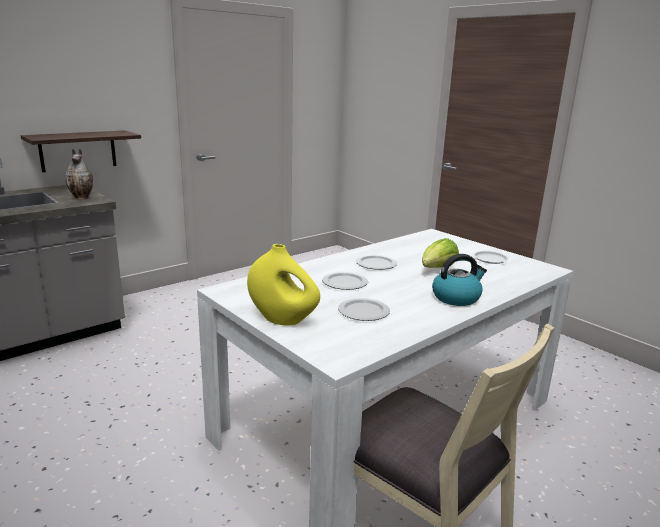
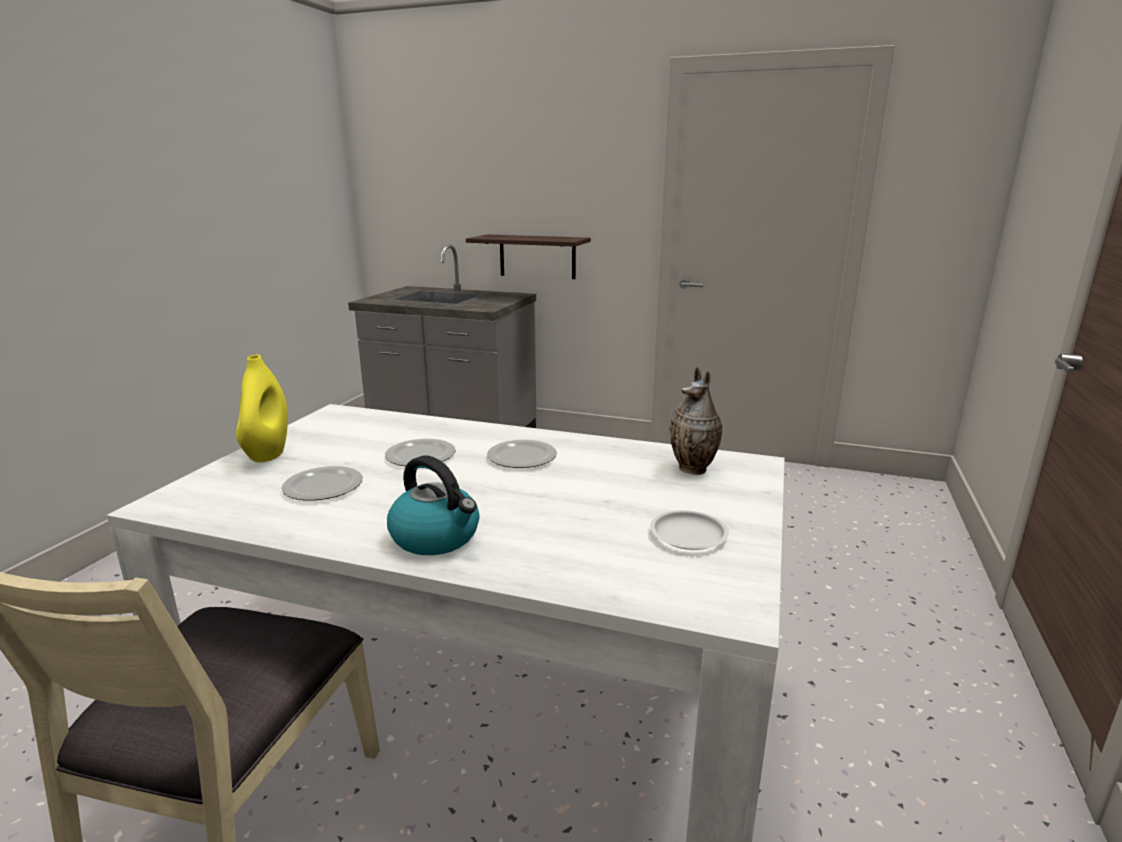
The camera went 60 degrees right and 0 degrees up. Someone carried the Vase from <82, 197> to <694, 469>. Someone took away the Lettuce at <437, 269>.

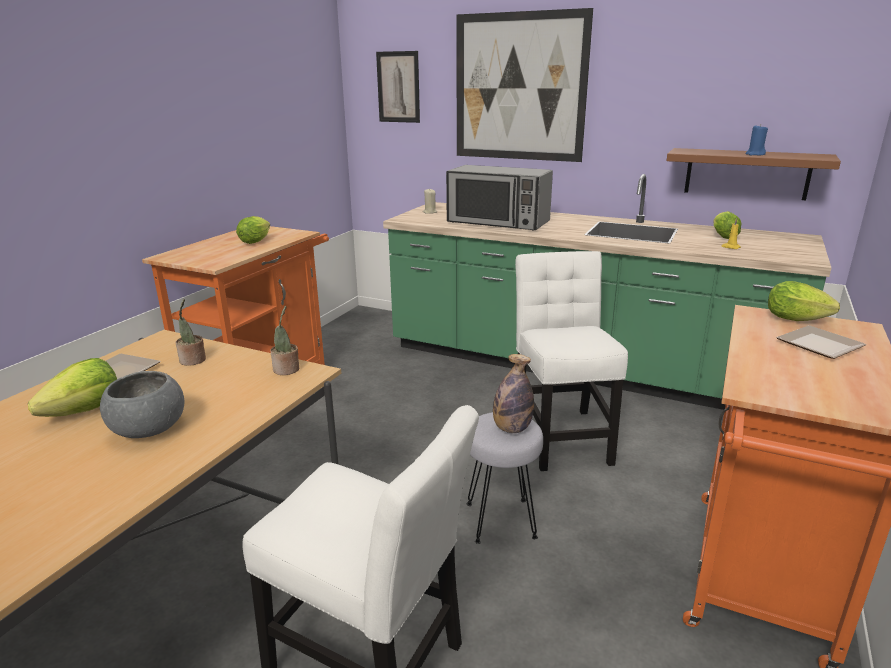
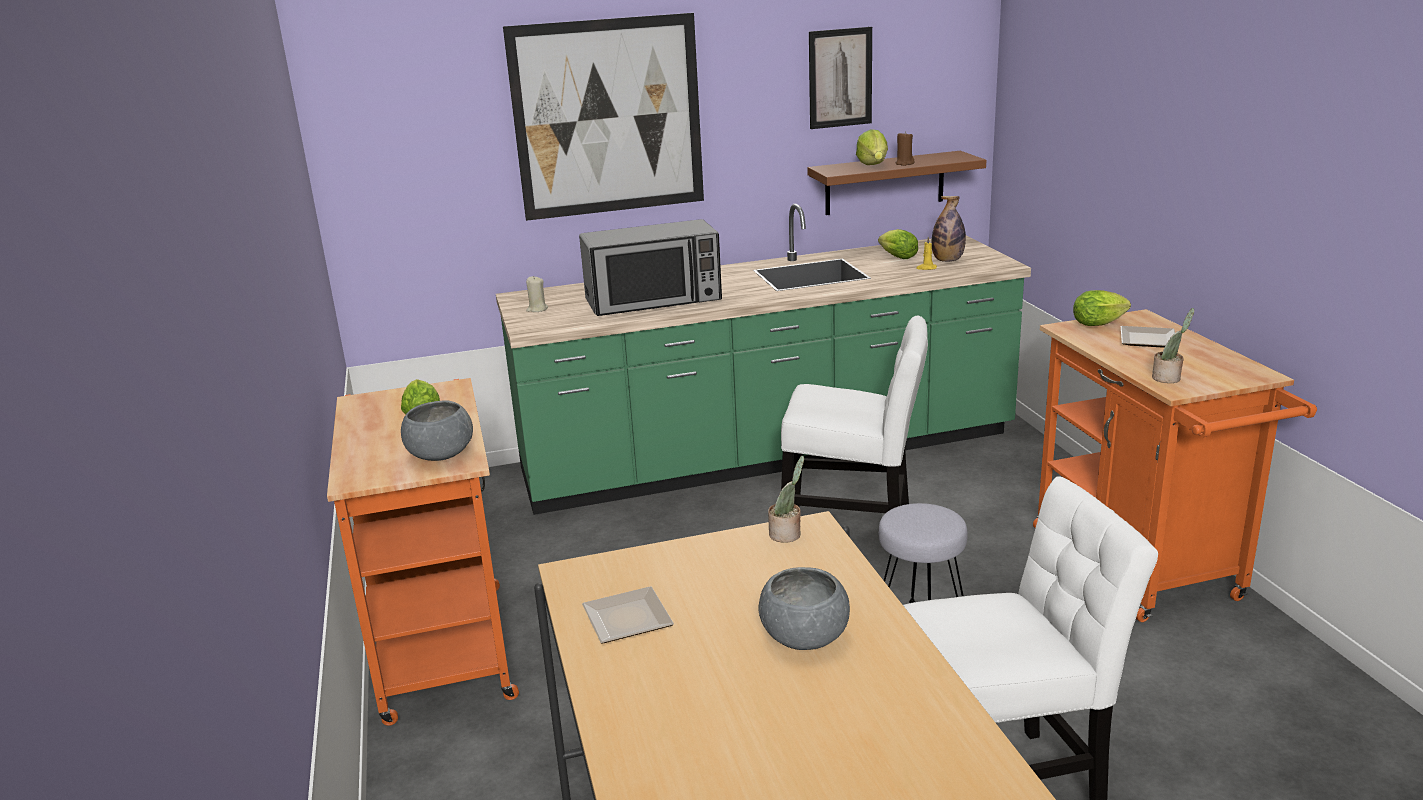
The camera went 40 degrees left and 0 degrees up. Someone carried the Lettuce from <85, 411> to <873, 165>. Someone carried the PottedPlant from <193, 361> to <1168, 378>. Someone carried the Picture from <398, 87> to <840, 78>. Someone carried the Bottle from <512, 429> to <947, 260>. Someone rotated the WhiteChair at <561, 435> by 150 degrees clockwise. Someone repainted the BlueCandle at <755, 154>, which became the BrownCandle at <904, 163>. Someone put down the GreyBowl at <440, 454>.

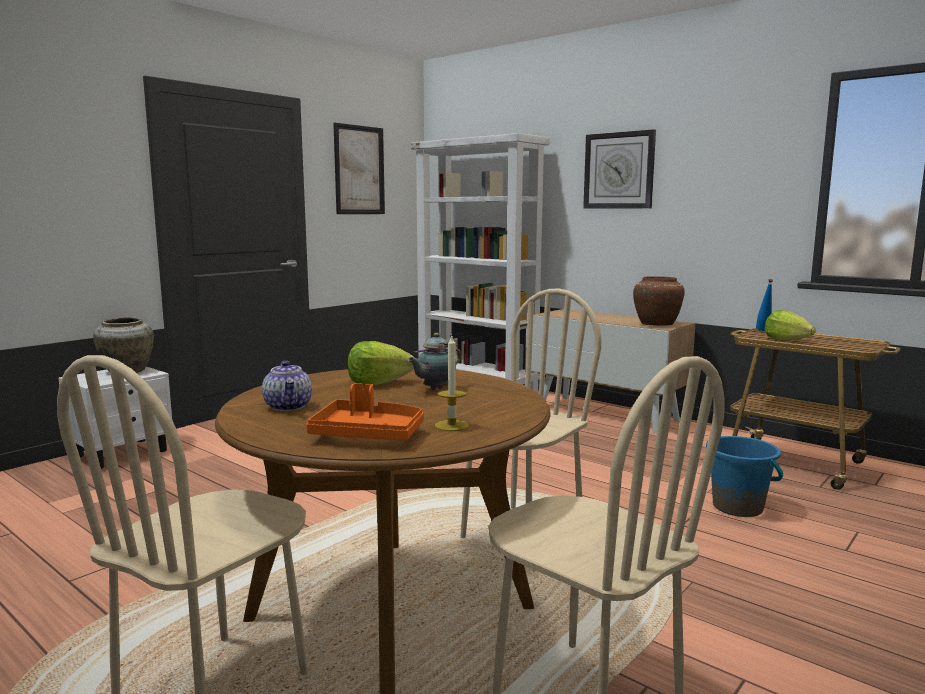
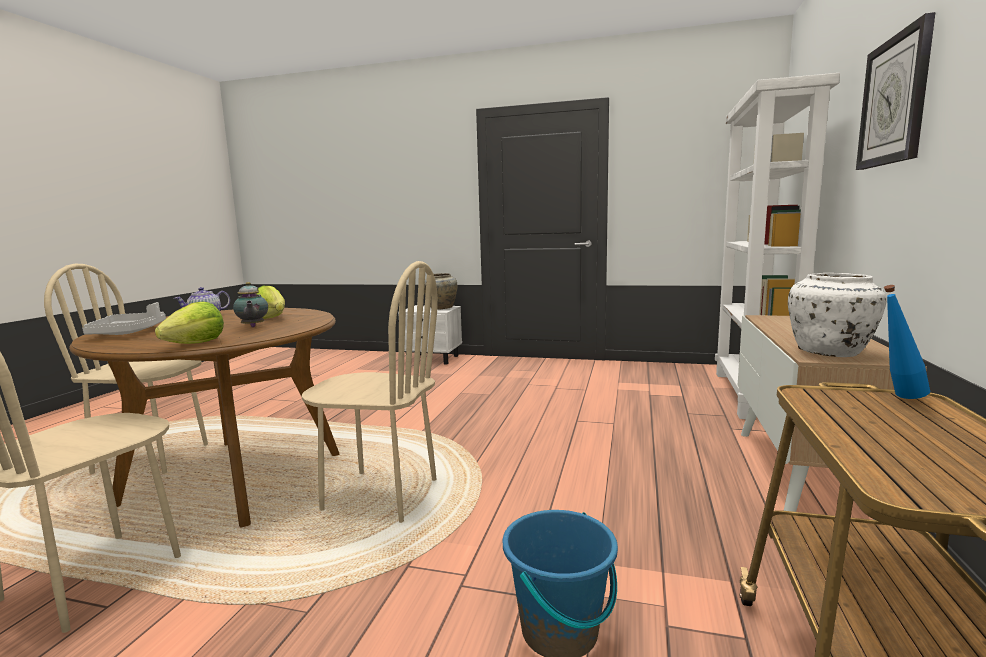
The camera went 65 degrees right and 0 degrees up. Someone repainted the OrangeTray at <368, 434>, which became the GreyTray at <129, 332>. Someone took away the Picture at <359, 170>. Someone rotated the Teapot at <434, 389> by 135 degrees counterclockwise. Someone took away the Candle at <451, 425>. Someone repainted the BrownVase at <657, 324>, which became the WhiteVase at <830, 353>. Someone carried the Lettuce from <786, 340> to <196, 344>.

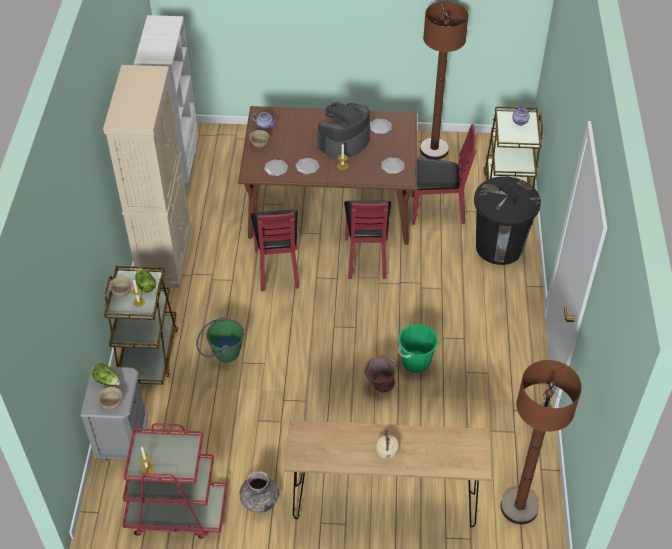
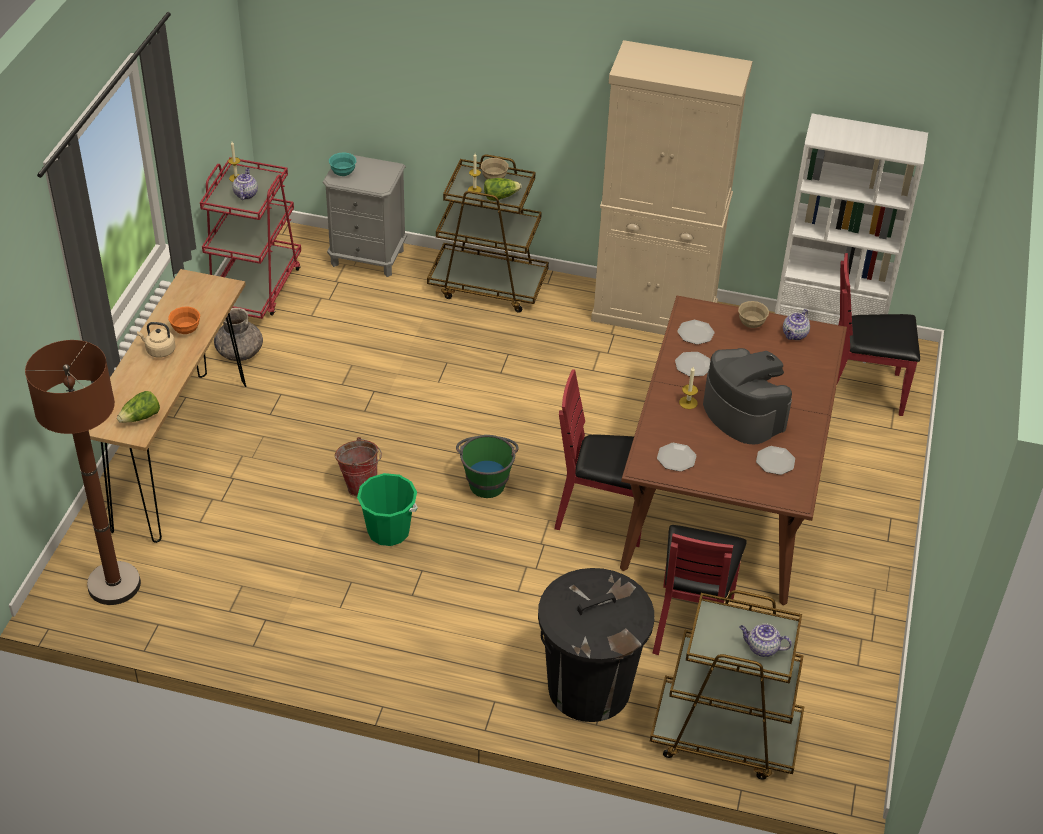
The camera went 100 degrees right and 5 degrees down. Someone carried the Lettuce from <107, 380> to <141, 417>. Someone repainted the BeigeBowl at <112, 404>, which became the TurquoiseBowl at <343, 173>. Someone carried the GreenBucket from <221, 354> to <486, 479>. Someone carried the RedChair from <278, 268> to <862, 391>. Someone took away the BrownFloorLamp at <434, 150>. Someone put down the OrangeBowl at <186, 330>. Someone put down the Teapot at <245, 194>.

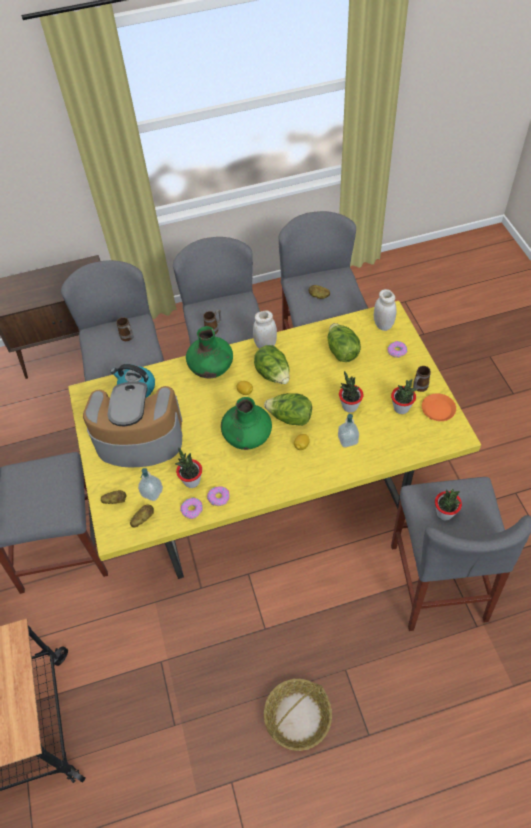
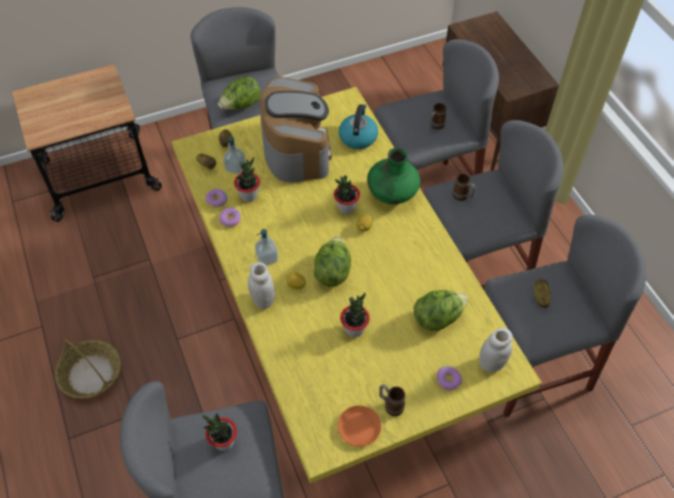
The camera went 80 degrees right and 0 degrees up. Someone took away the GreenVase at <247, 437>. Someone carried the WhiteJar from <265, 345> to <263, 300>. Someone carried the Lettuce from <273, 375> to <241, 106>. Someone carried the SoapDispenser from <348, 440> to <267, 258>. Someone carried the PottedPlant from <401, 408> to <346, 208>.

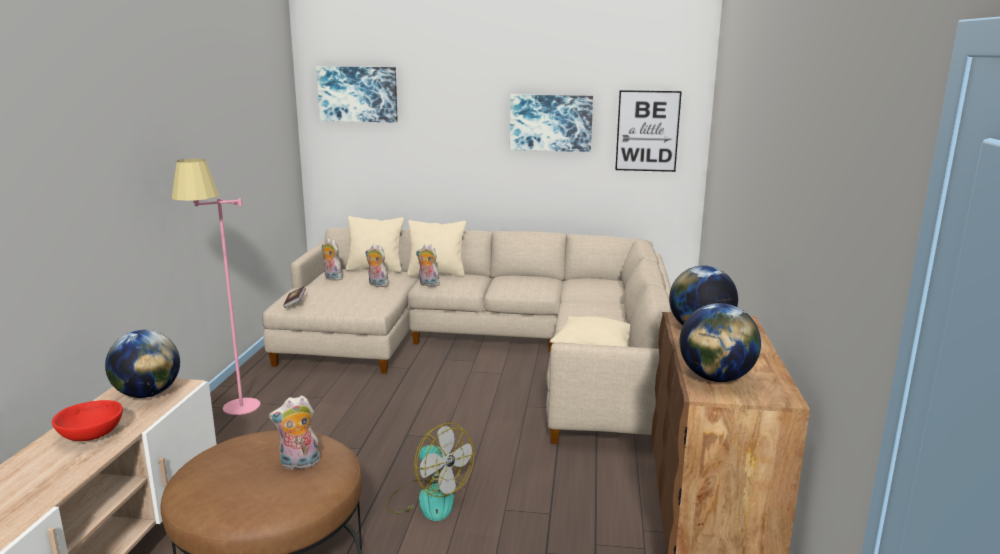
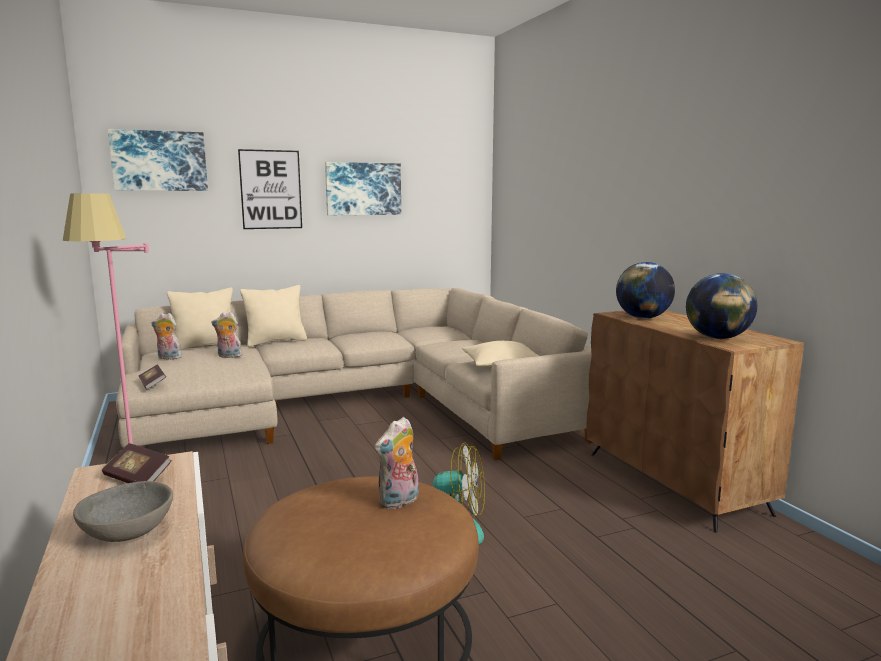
The camera went 30 degrees left and 5 degrees down. Someone repainted the RedBowl at <92, 434>, which became the GreyBowl at <127, 532>. Someone swapped the Globe at <148, 394> for the Book at <138, 478>. Someone took away the PlushToy at <428, 284>. Someone carried the Picture from <647, 131> to <271, 189>.

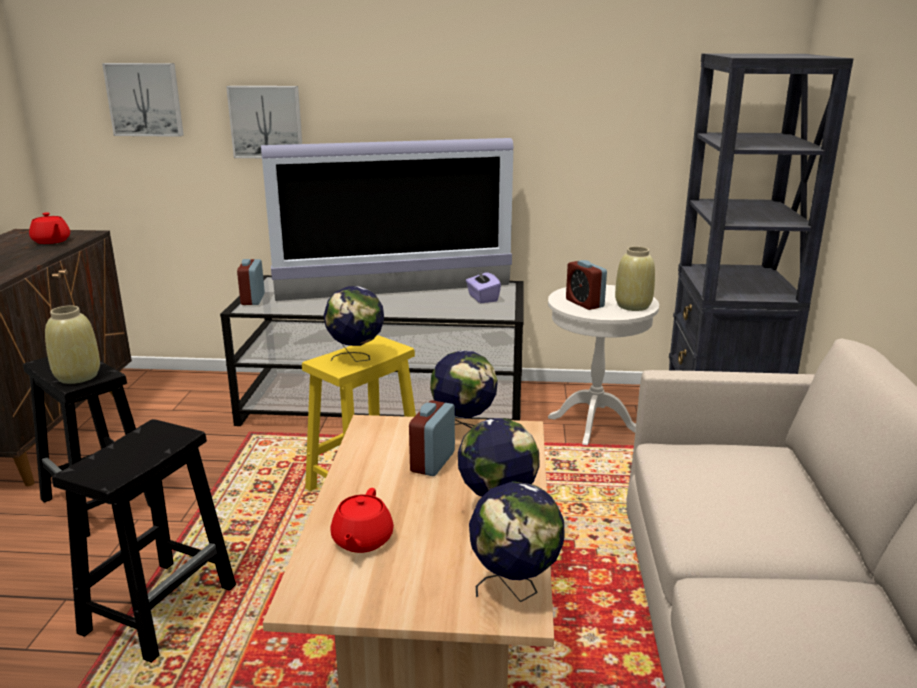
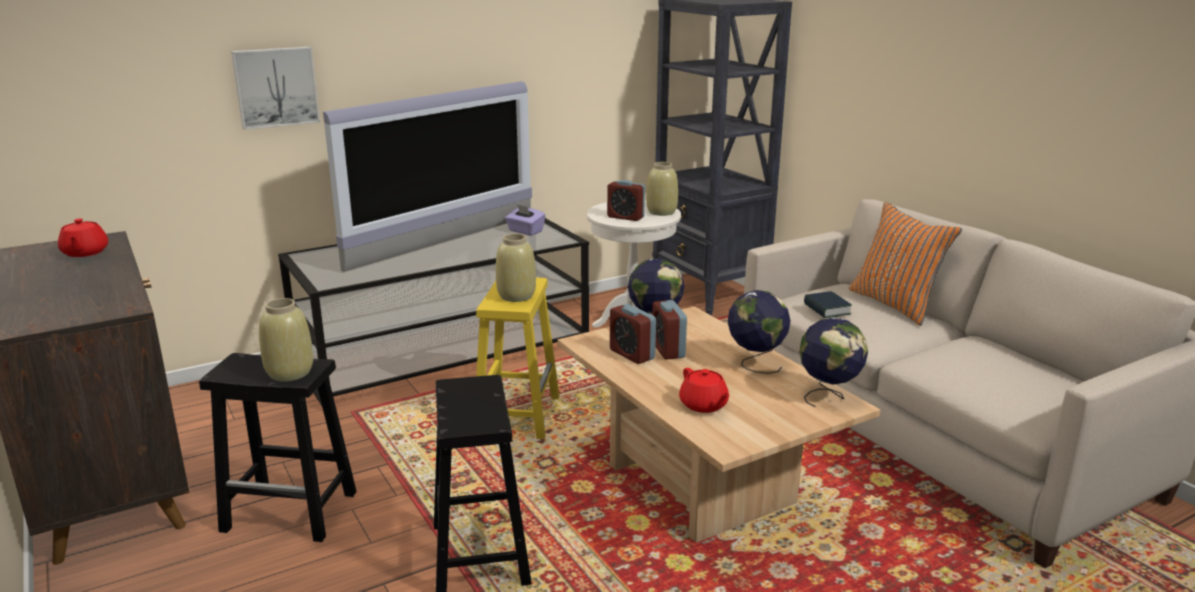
The camera went 35 degrees left and 0 degrees up. Someone rotated the RedTeapot at <51, 241> by 60 degrees clockwise. Someone took away the Picture at <145, 99>. Someone carried the AlarmClock from <253, 299> to <632, 354>. Someone swapped the Globe at <356, 359> for the BeigeVase at <516, 296>. Someone put down the Book at <827, 309>. Someone put down the OrangePillow at <896, 304>.

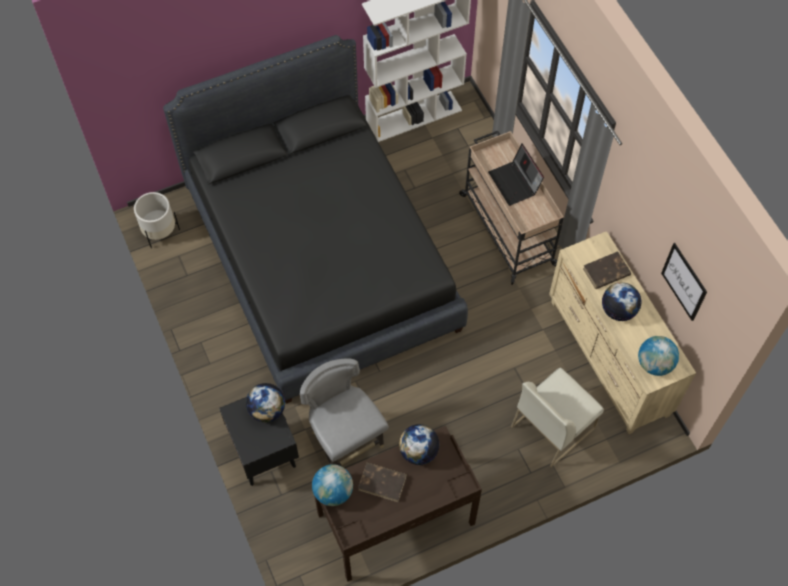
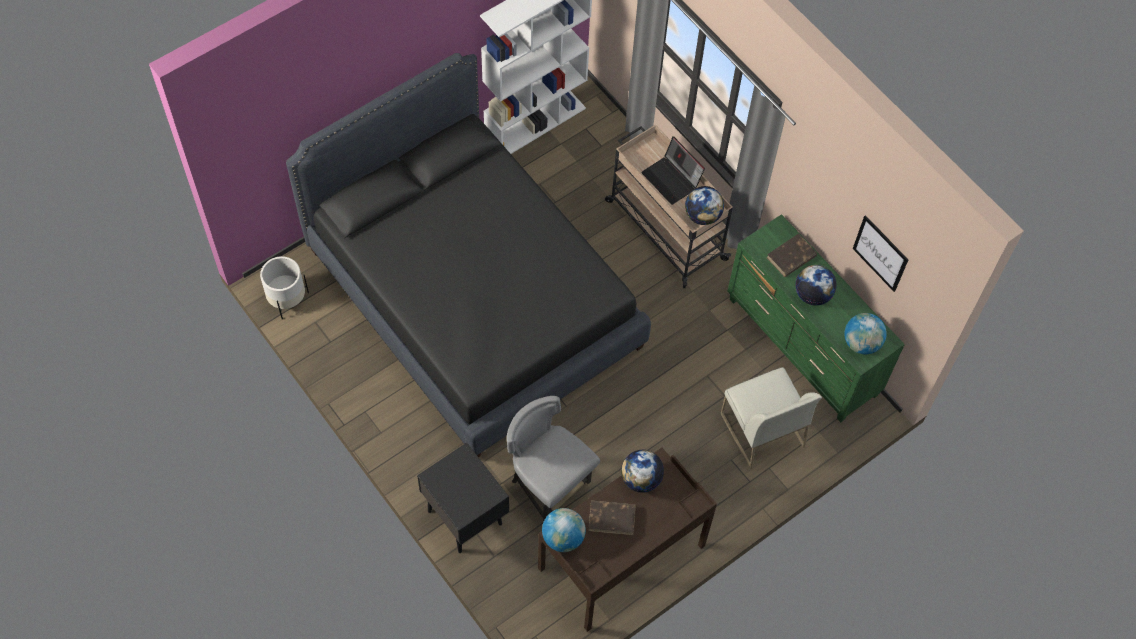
The camera went 15 degrees left and 0 degrees up. Someone carried the Globe from <267, 410> to <702, 216>. Someone rotated the WhiteChair at <553, 426> by 60 degrees counterclockwise. Someone repainted the BeigeDresser at <608, 359>, which became the GreenDresser at <802, 348>.

